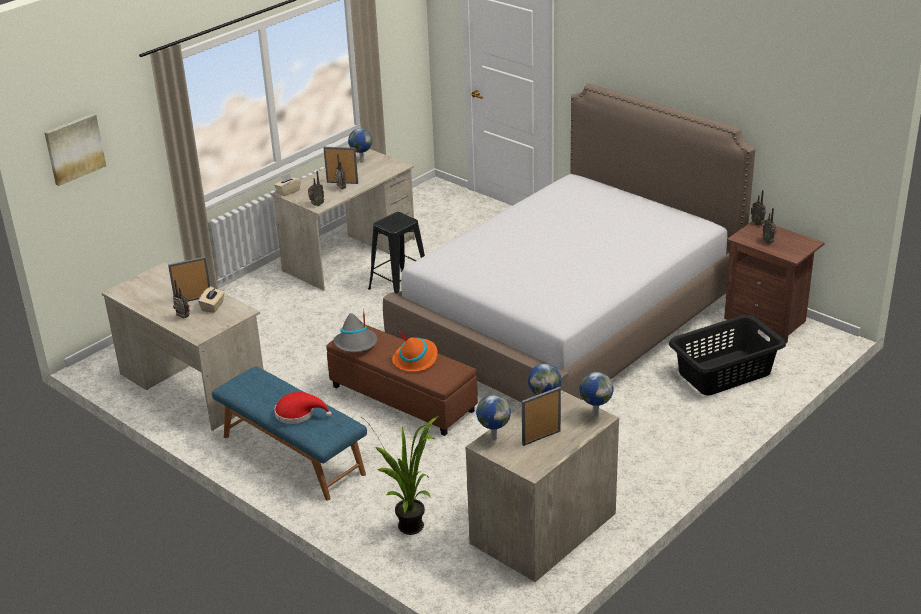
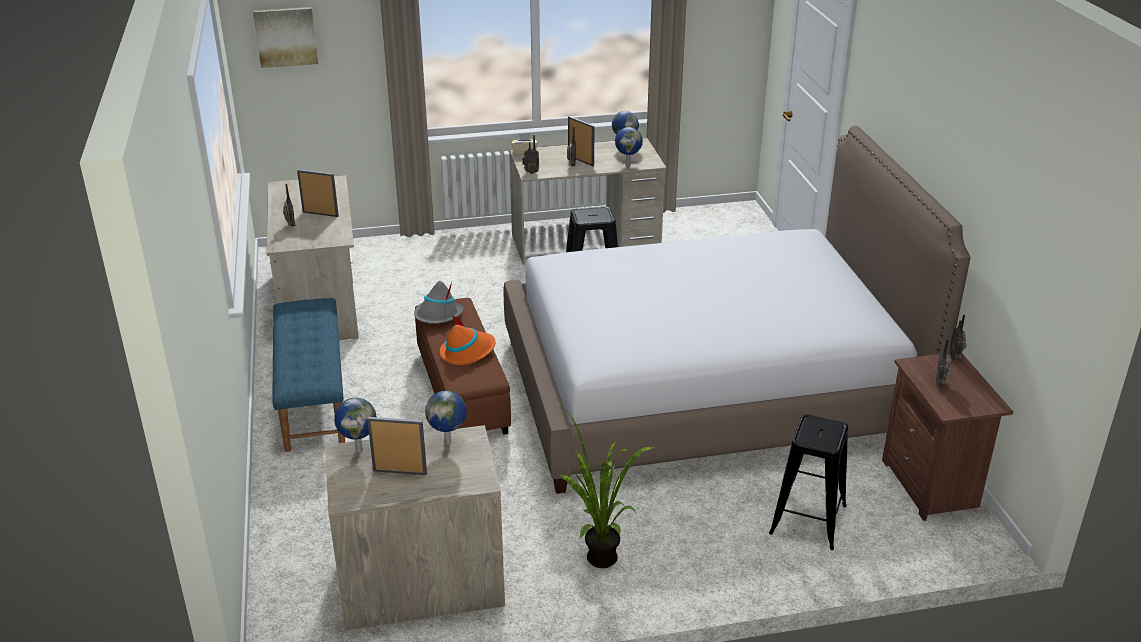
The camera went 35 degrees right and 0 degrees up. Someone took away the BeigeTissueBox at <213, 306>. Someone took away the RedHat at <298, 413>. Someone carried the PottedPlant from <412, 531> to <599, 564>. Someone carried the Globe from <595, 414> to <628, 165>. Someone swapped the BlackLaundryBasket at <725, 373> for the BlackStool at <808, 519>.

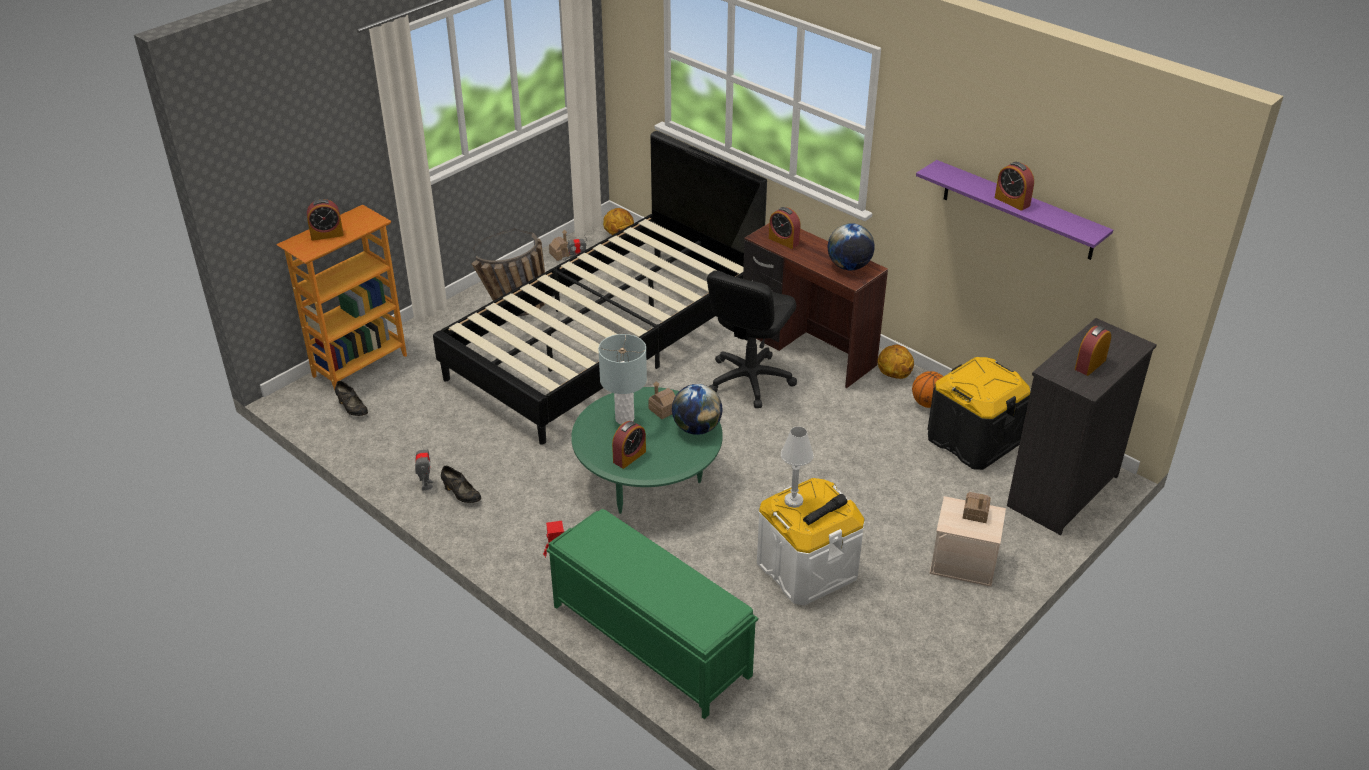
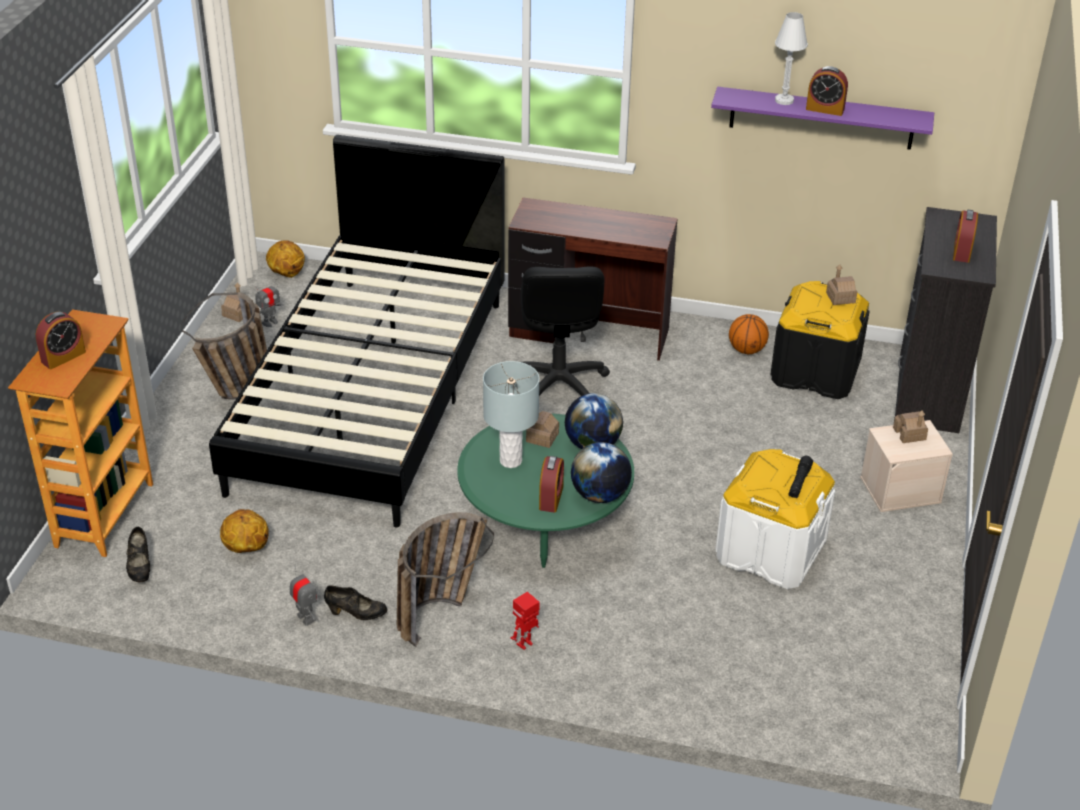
The camera went 30 degrees left and 0 degrees up. Someone rotated the BlackShoe at <352, 409> by 60 degrees clockwise. Someone took away the GreenBench at <649, 639>. Someone took away the AlarmClock at <784, 241>. Someone carried the WhiteTableLamp from <793, 501> to <784, 100>. Someone carried the Globe from <849, 266> to <600, 495>. Someone carried the Basketball from <893, 375> to <246, 548>. Someone put down the Basket at <440, 611>. Someone put down the ToyHouse at <840, 297>.

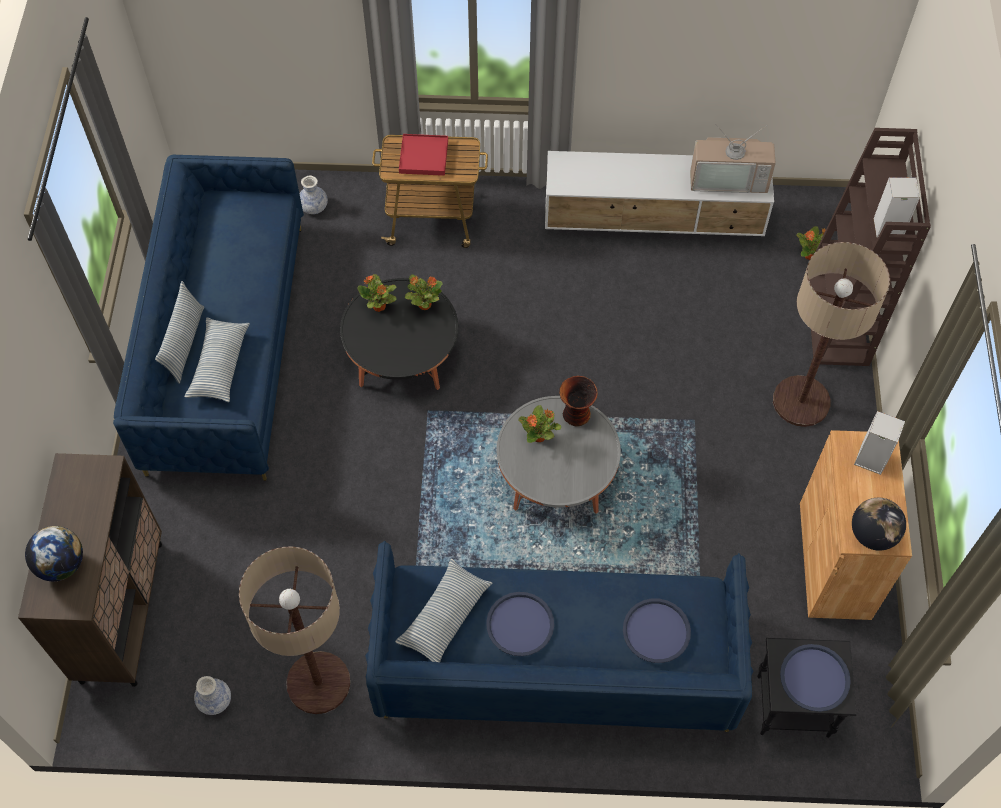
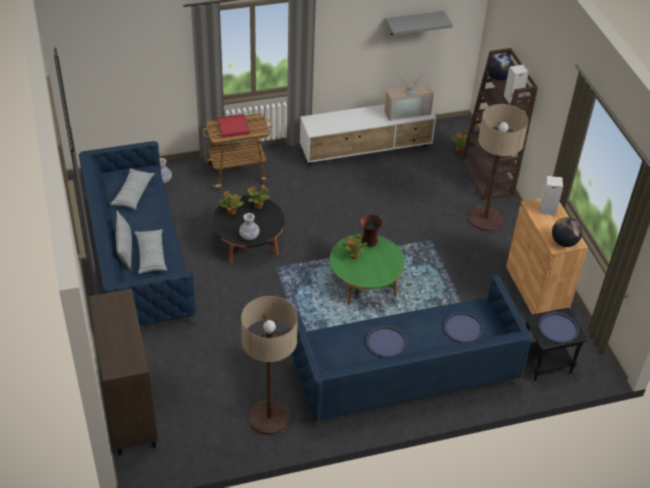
The camera went 20 degrees left and 15 degrees down. Someone carried the Globe from <61, 564> to <498, 77>. Someone carried the Vase from <215, 701> to <249, 236>. Someone carried the Pillow from <444, 616> to <133, 193>. Someone repainted the GreyCoffeeTable at <556, 474>, which became the GreenCoffeeTable at <365, 282>. Someone put up the GreyShelf at <413, 23>.

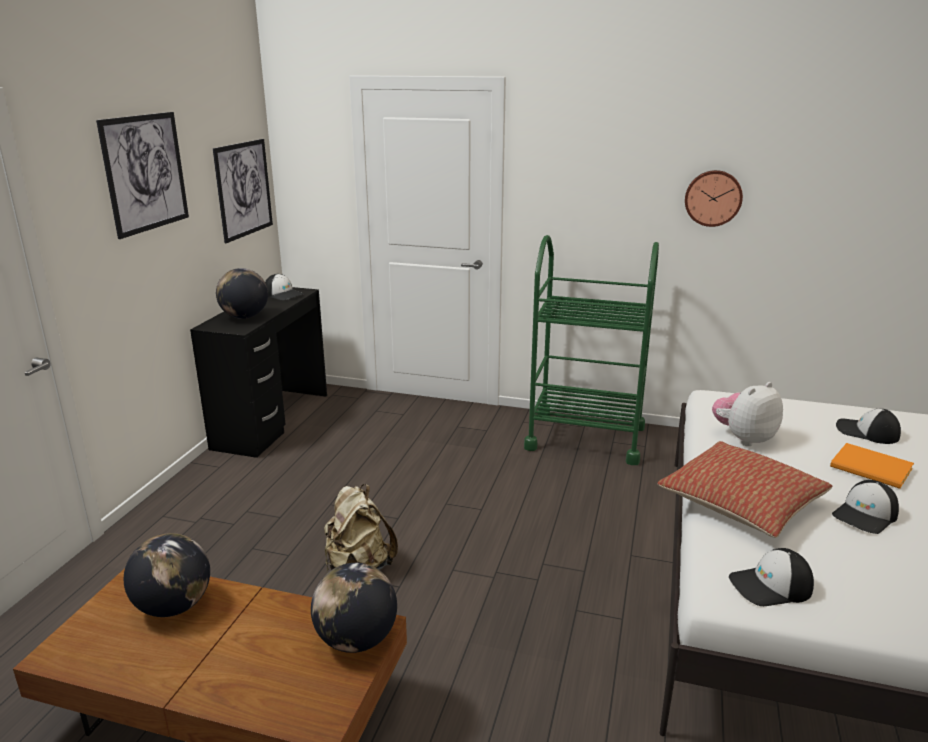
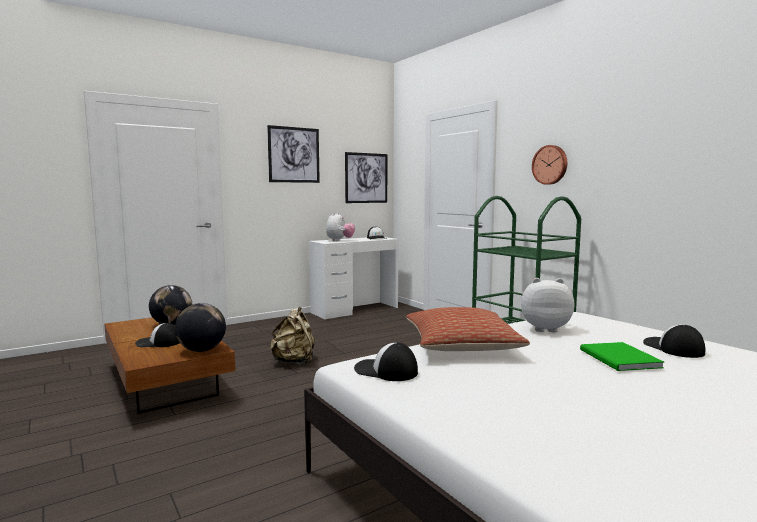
The camera went 40 degrees right and 15 degrees down. Someone repainted the BlackDesk at <271, 420>, which became the WhiteDesk at <355, 310>. Someone swapped the Globe at <245, 317> for the PlushToy at <339, 240>. Someone carried the WallClock from <713, 198> to <550, 165>. Someone repainted the OrangeBook at <872, 469>, which became the GreenBook at <619, 359>. Someone carried the Cap from <865, 515> to <159, 343>.

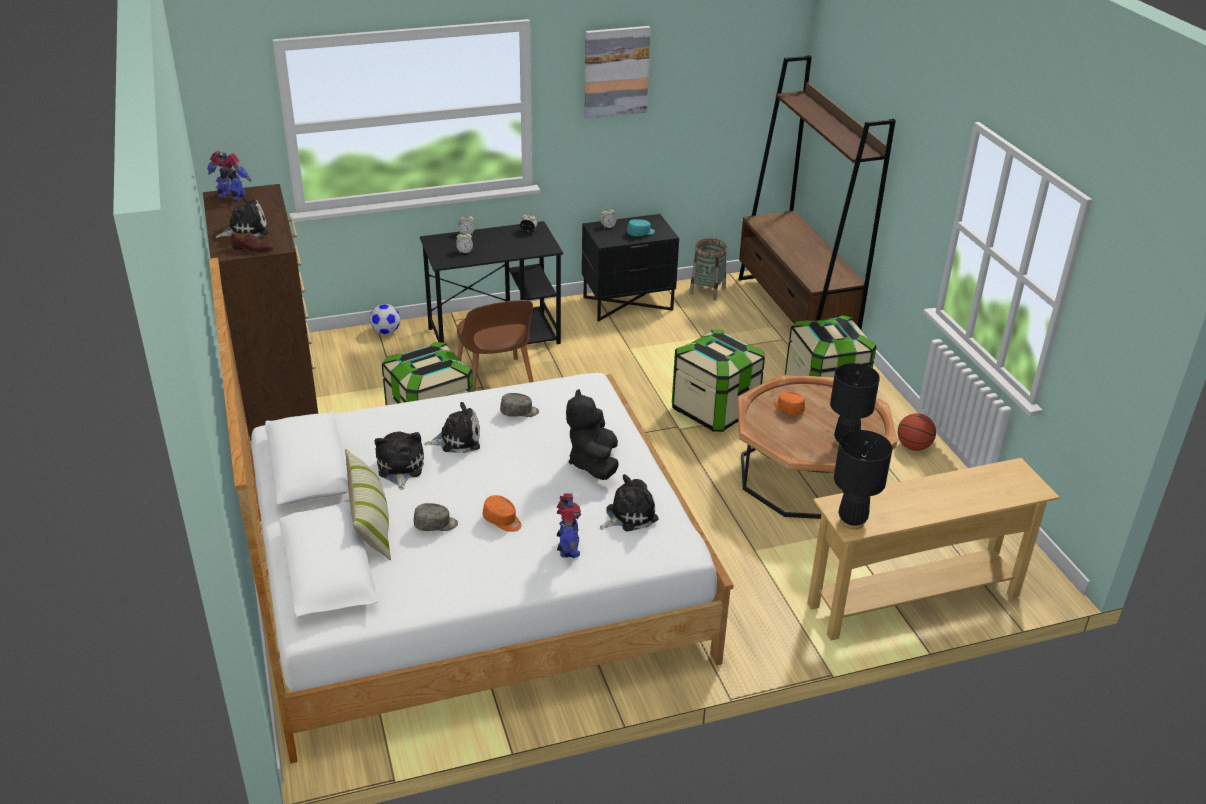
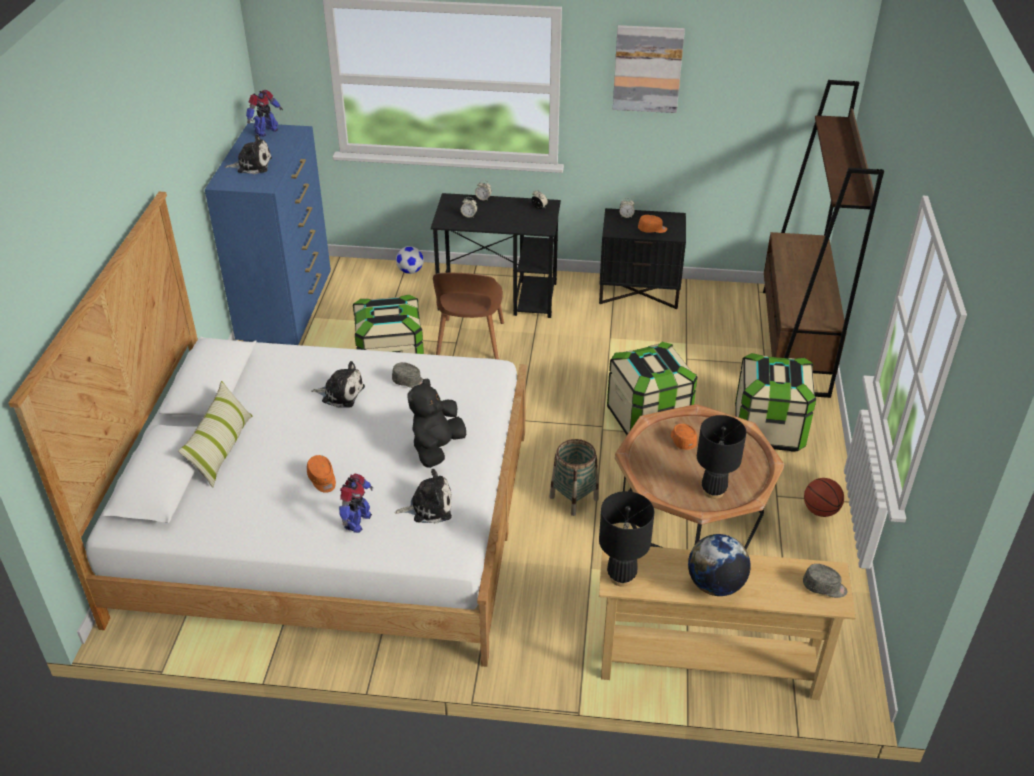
The camera went 25 degrees right and 5 degrees up. Someone repainted the BrownDresser at <277, 398>, which became the BlueDresser at <287, 311>. Someone rotated the ToyRobot at <231, 196> by 90 degrees clockwise. Someone took away the BrownShoe at <253, 249>. Someone took away the PlushToy at <399, 468>. Someone carried the GreyCap from <436, 524> to <824, 587>. Someone repainted the TurquoiseCap at <641, 233>, which became the OrangeCap at <652, 229>. Someone carried the Basket from <707, 291> to <574, 498>. Someone put down the Globe at <715, 585>.

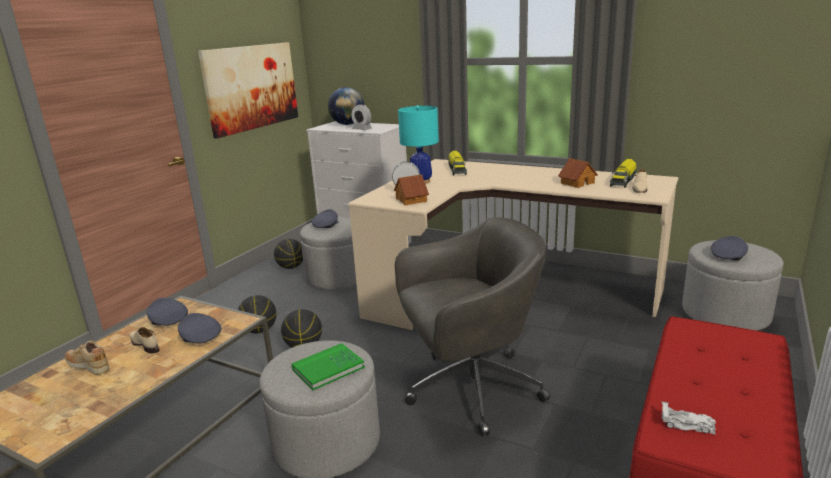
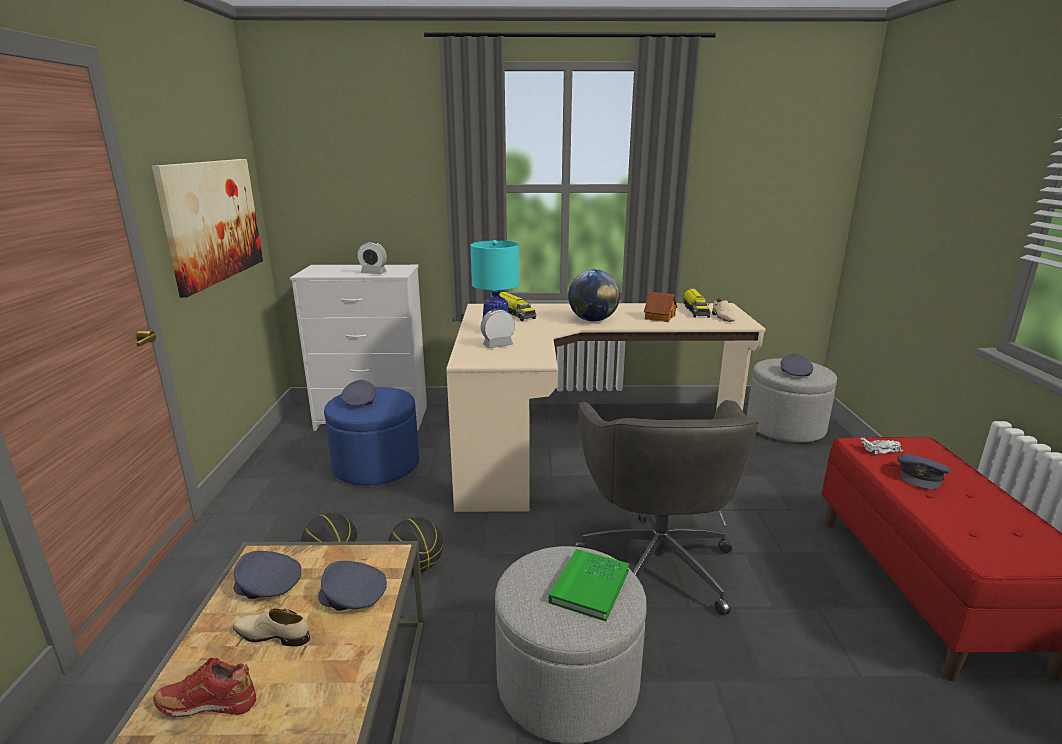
The camera went 30 degrees left and 0 degrees up. Someone repainted the BeigeShoe at <89, 367>, which became the RedShoe at <208, 705>. Someone took away the Basketball at <291, 267>. Someone repainted the GreyOttoman at <339, 277>, which became the BlueOttoman at <376, 465>. Someone carried the Globe from <347, 124> to <592, 320>. Someone took away the ToyHouse at <410, 200>. Someone rotated the GreyOfficeChair at <470, 389> by 135 degrees clockwise. Someone carried the WhiteToyCar from <687, 424> to <881, 449>. Someone put down the GreyCap at <920, 476>.

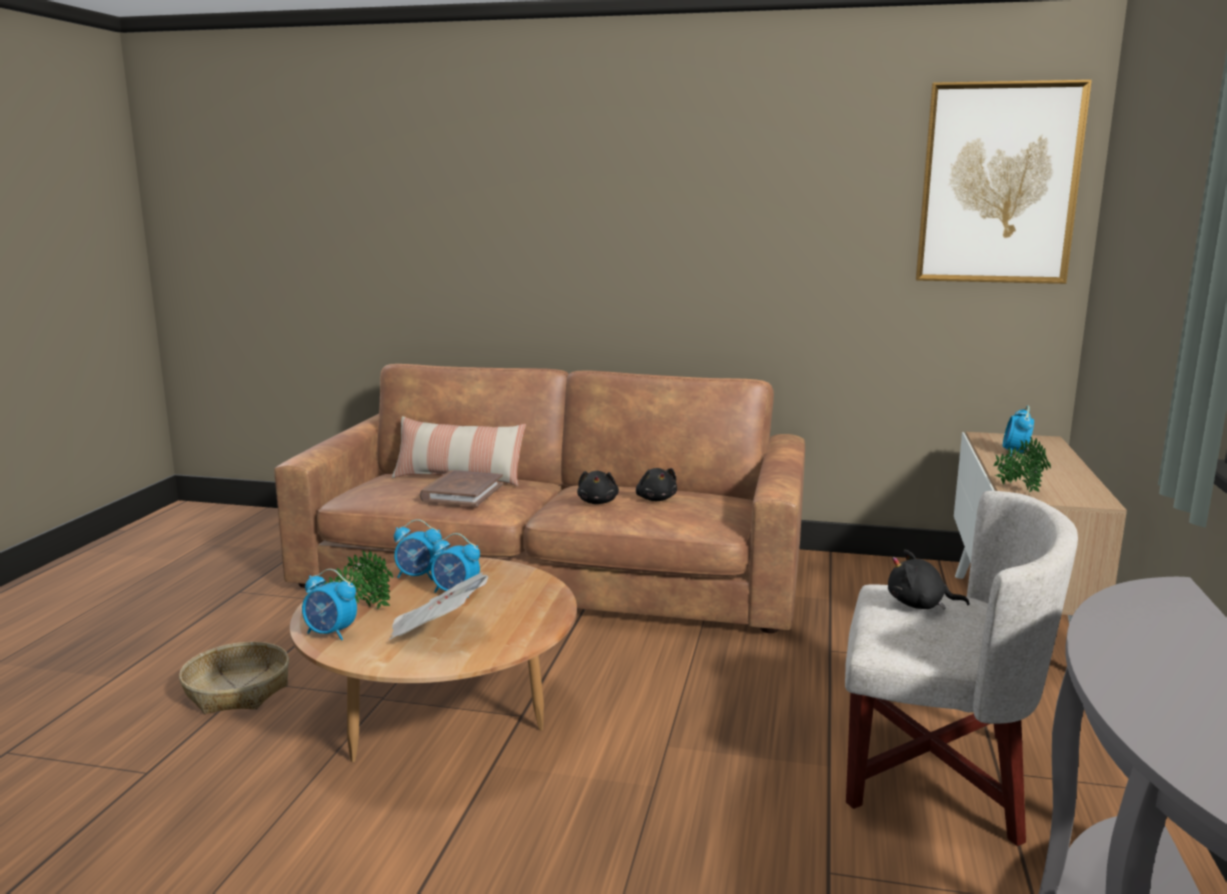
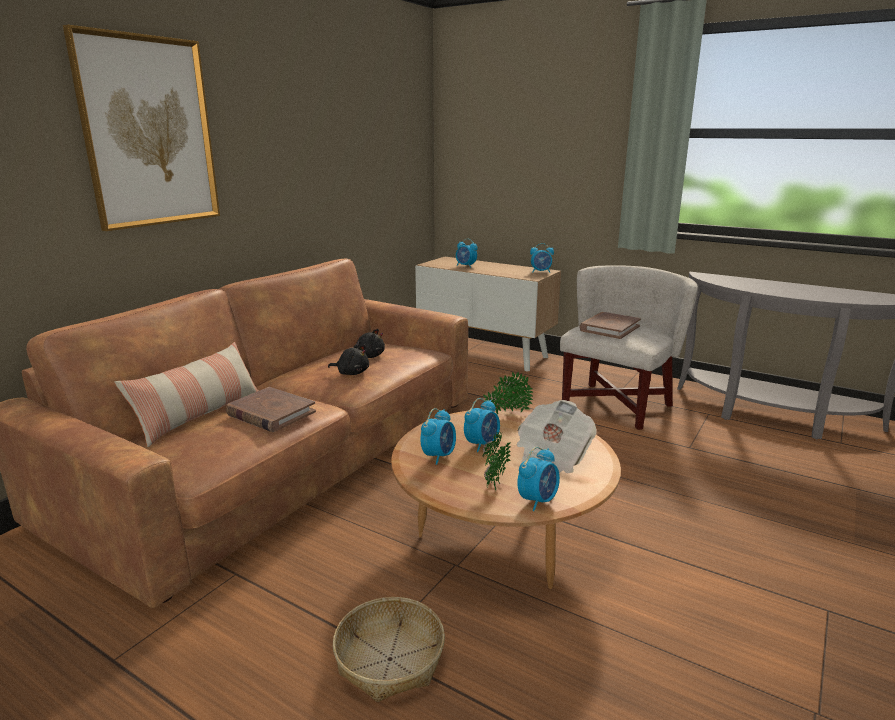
The camera went 70 degrees left and 5 degrees up. Someone swapped the BlackPlushToy at <919, 605> for the BrownBook at <609, 328>. Someone carried the Picture from <998, 184> to <149, 132>. Someone carried the PottedPlant from <1019, 489> to <507, 412>. Someone put down the AlarmClock at <541, 272>.

